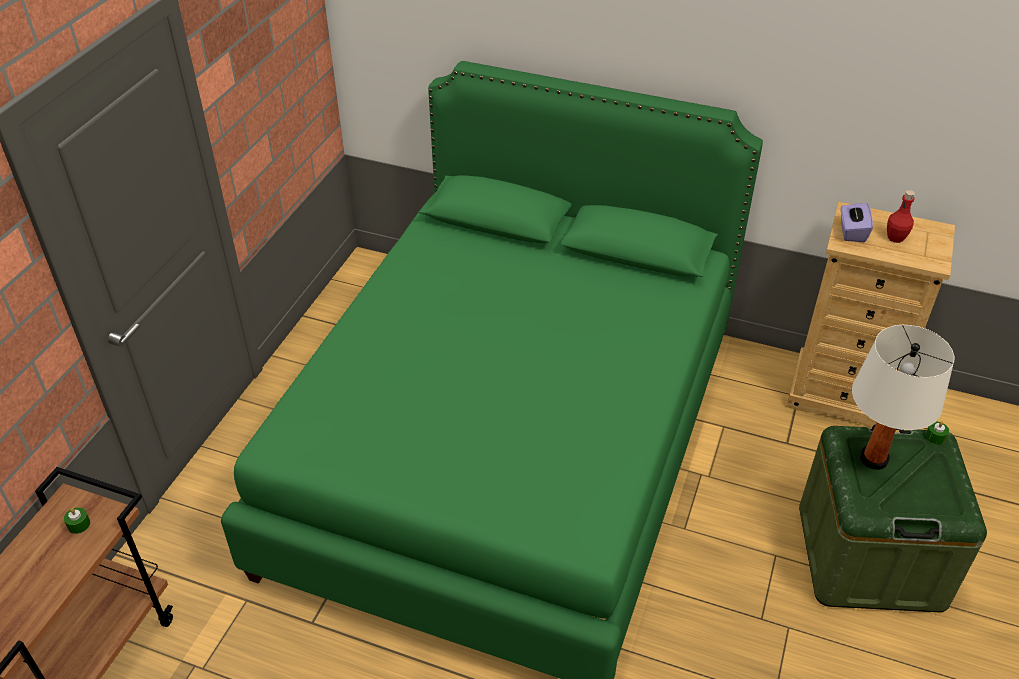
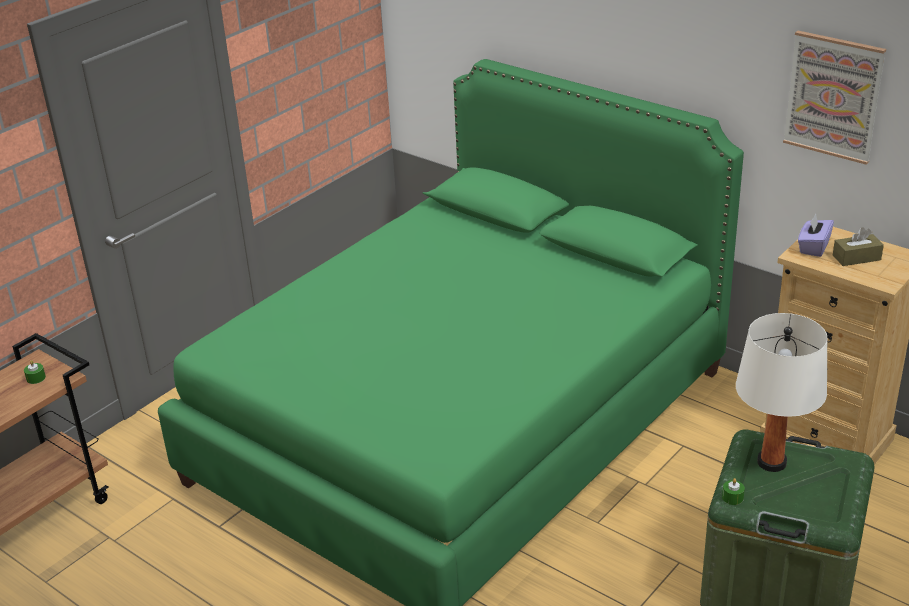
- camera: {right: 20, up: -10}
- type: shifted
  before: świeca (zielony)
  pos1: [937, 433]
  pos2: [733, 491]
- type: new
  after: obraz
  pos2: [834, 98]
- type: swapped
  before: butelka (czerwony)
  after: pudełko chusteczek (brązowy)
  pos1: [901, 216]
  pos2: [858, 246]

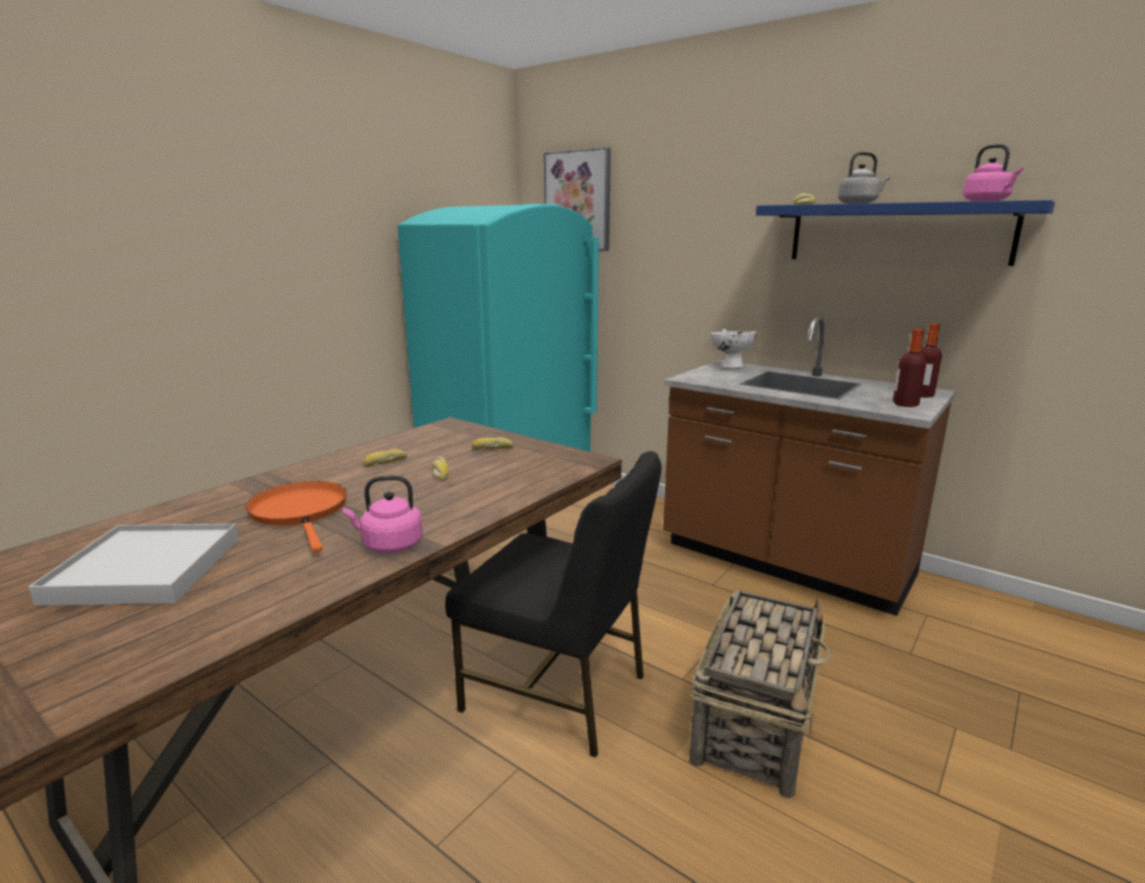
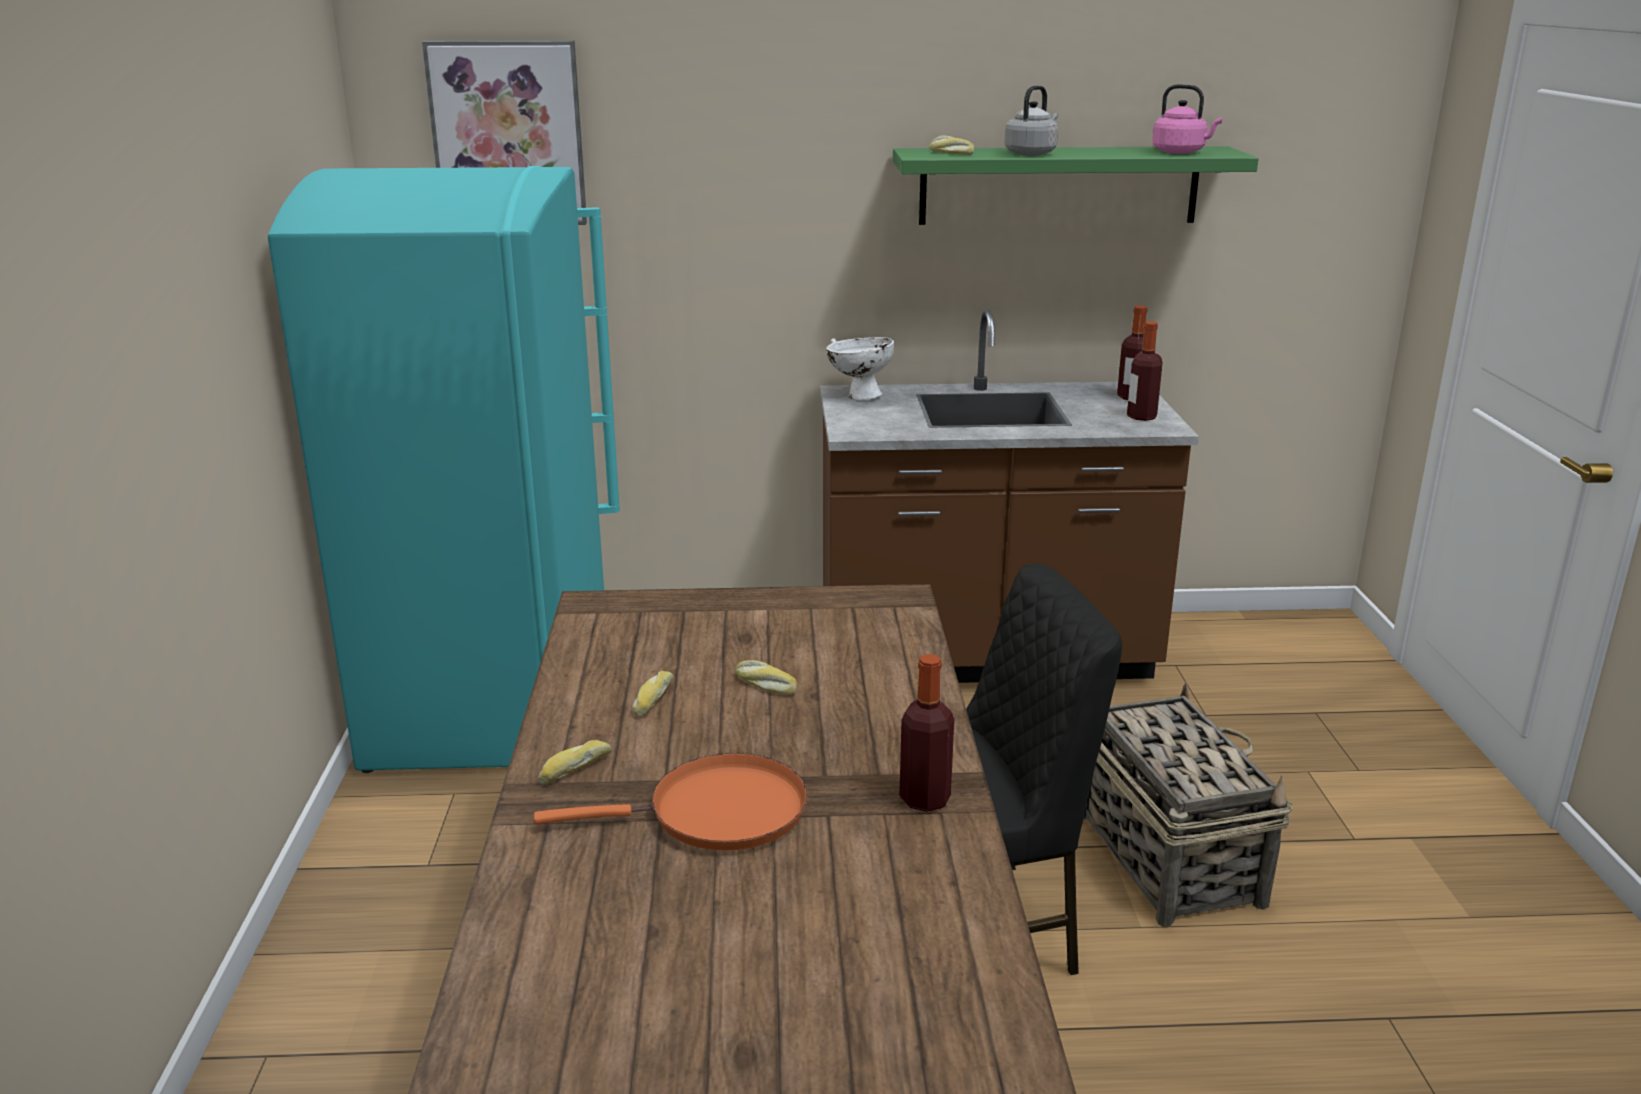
- camera: {right: -40, up: 5}
- type: rotated
  before: patelnia (pomarańczowy)
  pos1: [296, 516]
  pos2: [671, 802]
  turn: 150
- type: shifted
  before: chleb
  pos1: [493, 443]
  pos2: [575, 762]
- type: repainted
  before: półka (niebieski)
  after: półka (zielony)
  pos1: [905, 233]
  pos2: [1076, 185]
- type: swapped
  before: czajnik (różowy)
  after: butelka
  pos1: [383, 514]
  pos2: [926, 733]
- type: gone
  before: taca (biały)
  pos1: [134, 565]

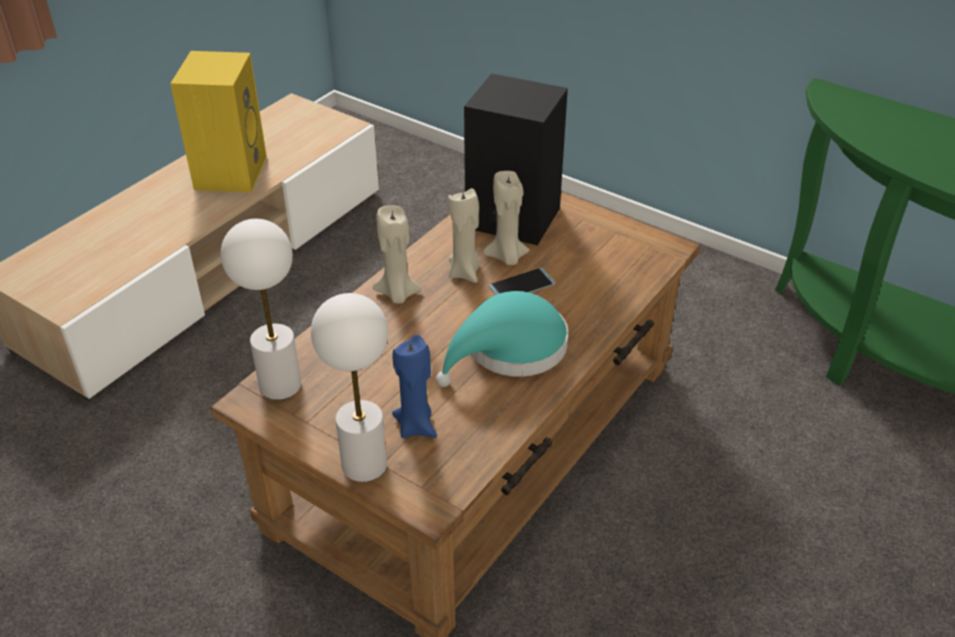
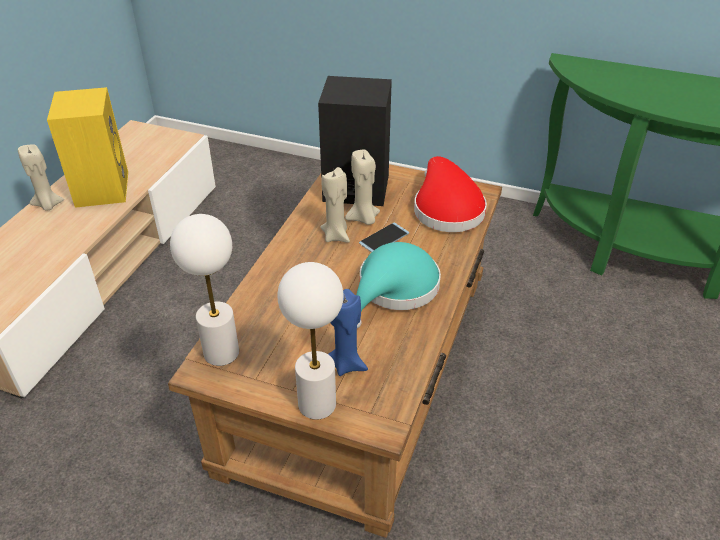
- camera: {right: -15, up: 0}
- type: shifted
  before: świeca (beżowy)
  pos1: [397, 255]
  pos2: [41, 177]
- type: new
  after: kapelusz (czerwony)
  pos2: [450, 194]

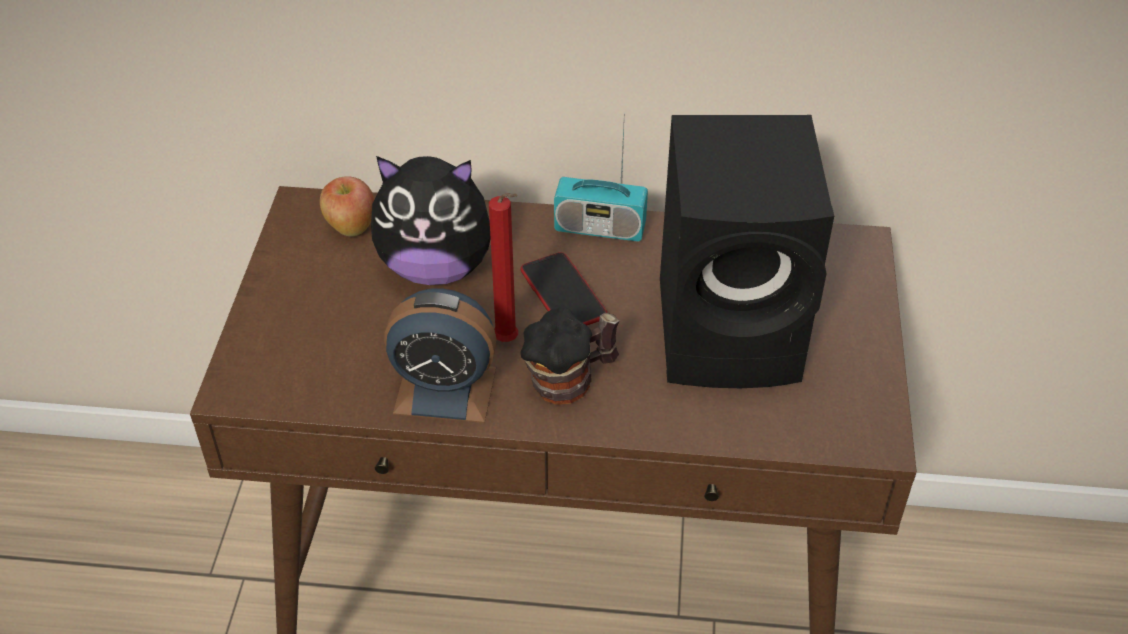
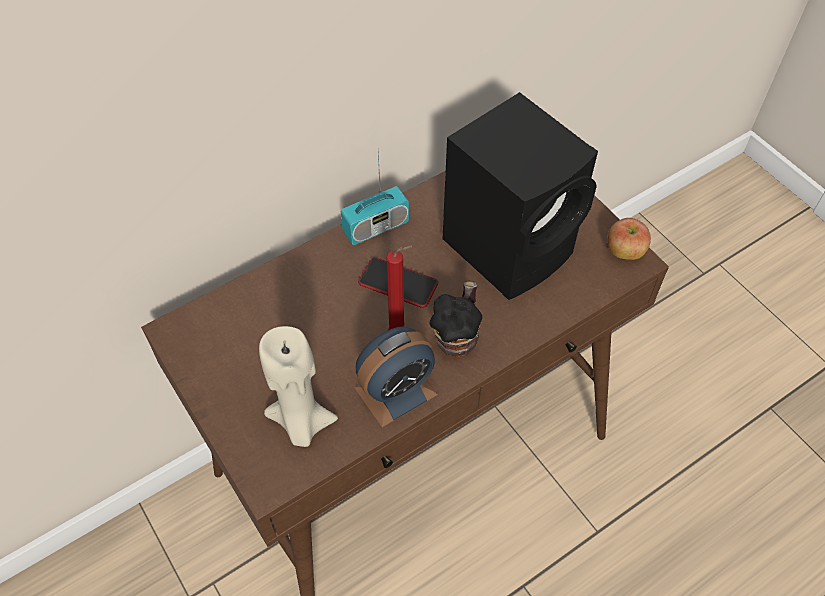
- camera: {right: -40, up: 10}
- type: new
  after: świeca (beżowy)
  pos2: [298, 386]
- type: shifted
  before: jabłko
  pos1: [347, 206]
  pos2: [629, 239]
- type: gone
  before: pluszak
  pos1: [431, 220]

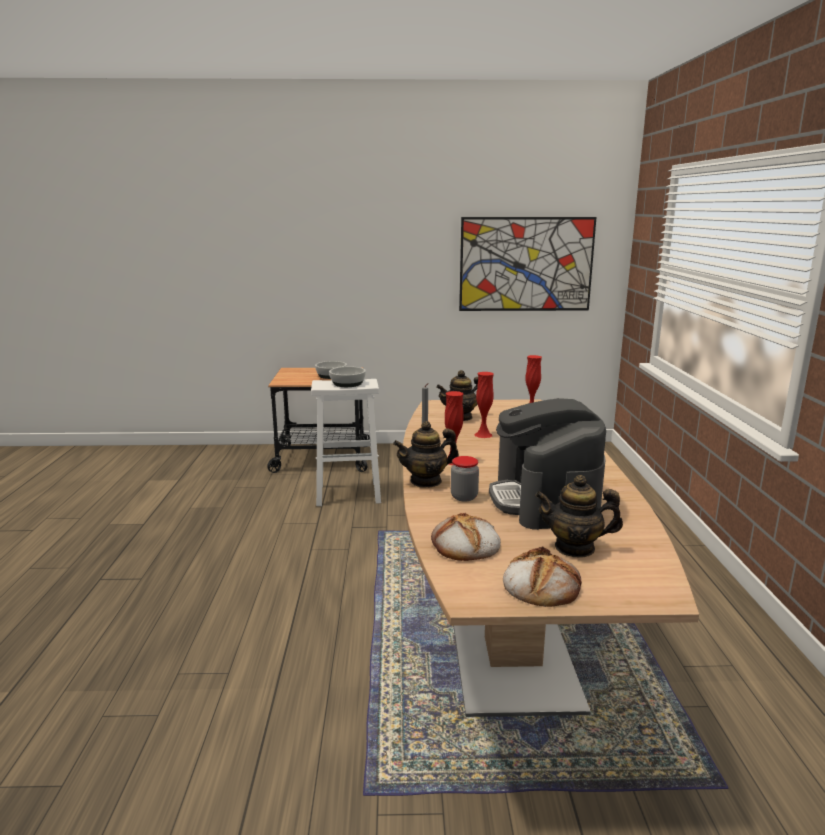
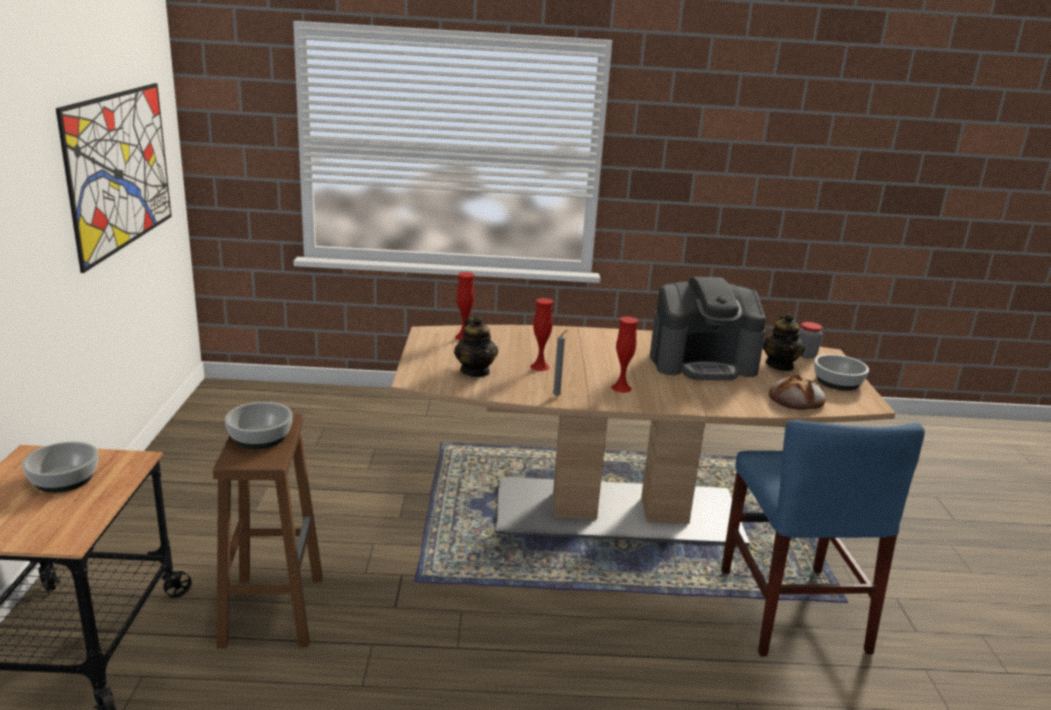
- camera: {right: -90, up: 5}
- type: repainted
  before: stołek (biały)
  after: stołek (brązowy)
  pos1: [346, 442]
  pos2: [268, 531]
- type: new
  after: krzesło (niebieski)
  pos2: [823, 538]
- type: shifted
  before: słoik
  pos1: [465, 479]
  pos2: [810, 340]
- type: swapped
  before: chleb
  after: miska
  pos1: [542, 576]
  pos2: [841, 372]
- type: gone
  before: imbryk
  pos1: [426, 454]

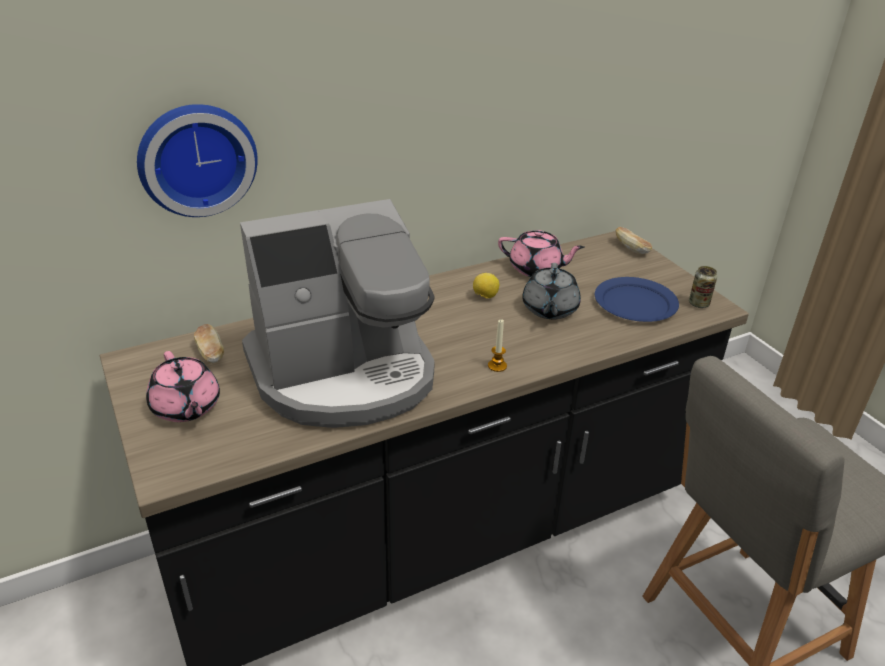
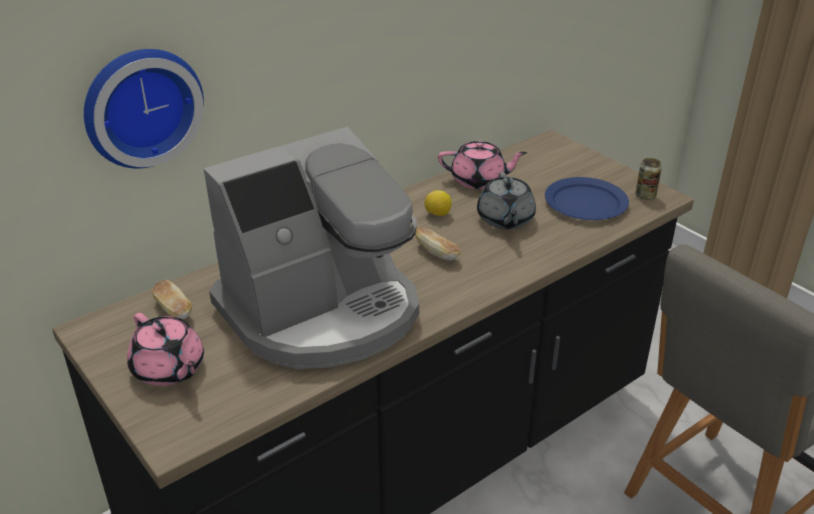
- camera: {right: -10, up: 0}
- type: shifted
  before: chleb
  pos1: [634, 240]
  pos2: [437, 243]
- type: gone
  before: świeca
  pos1: [497, 345]

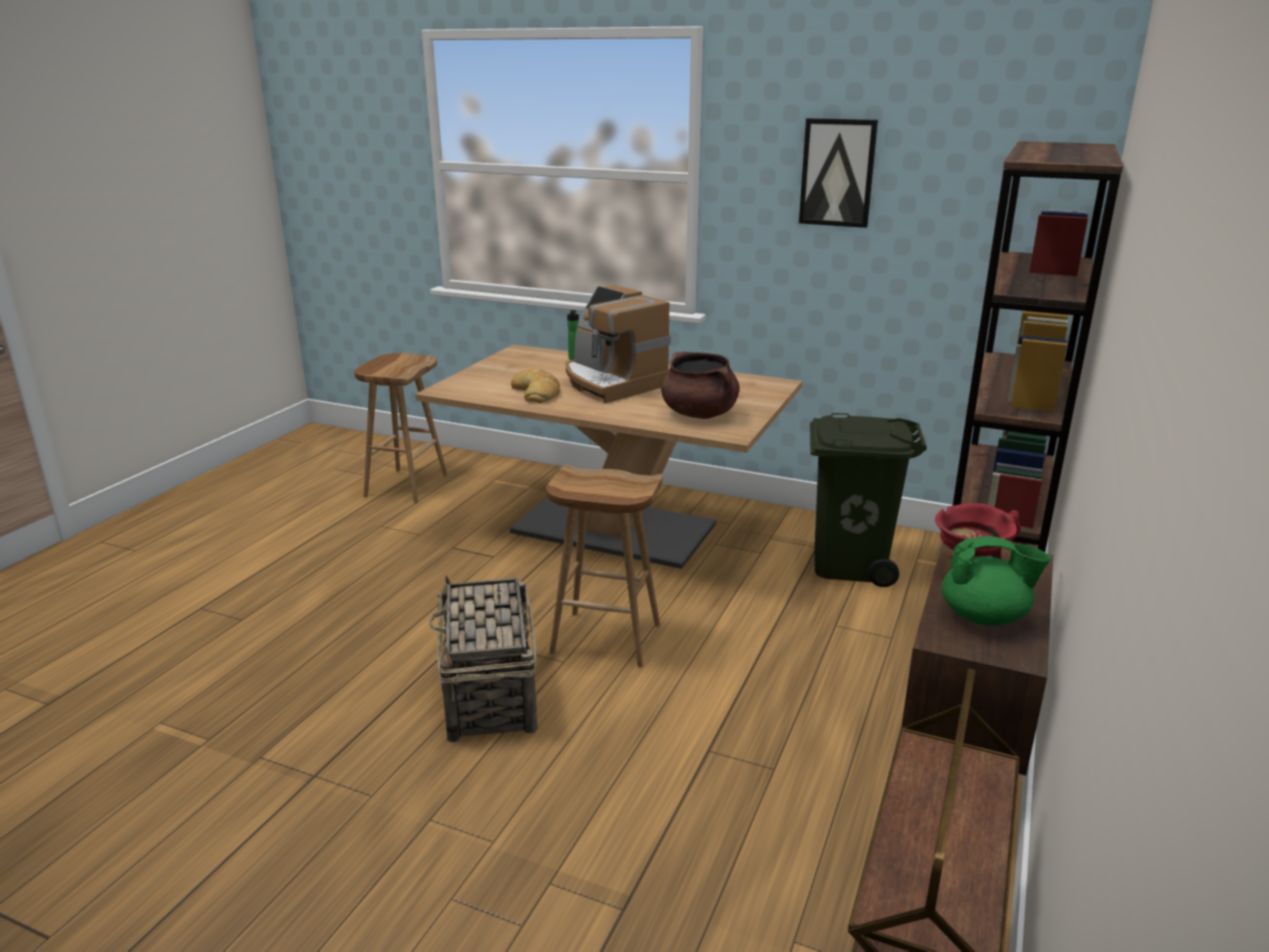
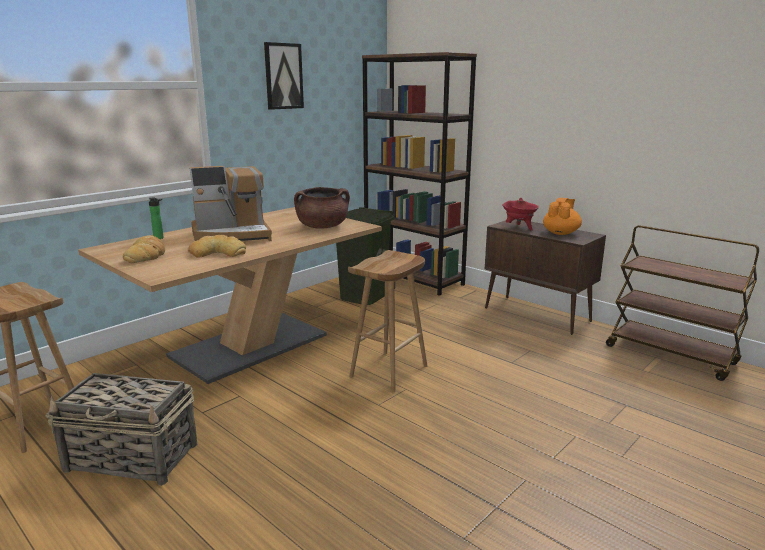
- camera: {right: -70, up: -5}
- type: shifted
  before: koszyk
  pos1: [483, 658]
  pos2: [121, 429]
- type: new
  after: chleb
  pos2: [144, 249]
- type: repainted
  before: imbryk (zielony)
  after: imbryk (pomarańczowy)
  pos1: [996, 580]
  pos2: [562, 216]

